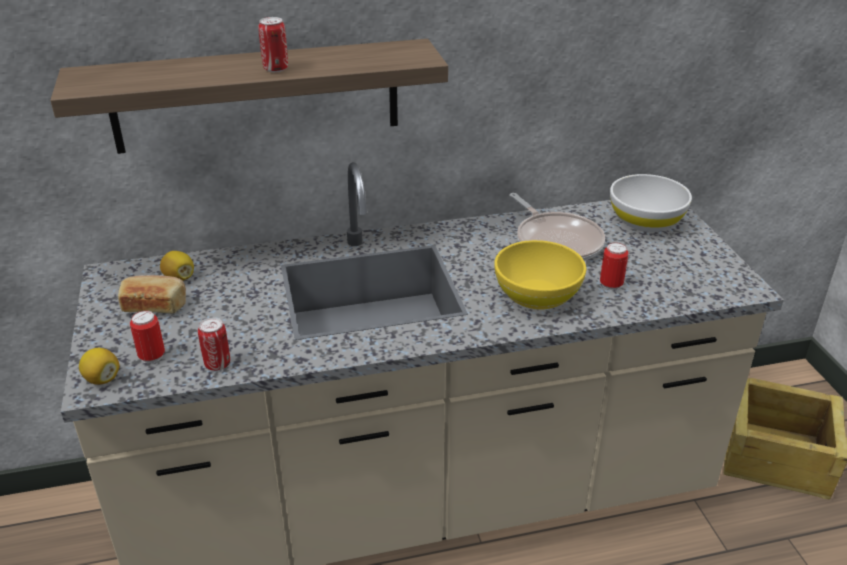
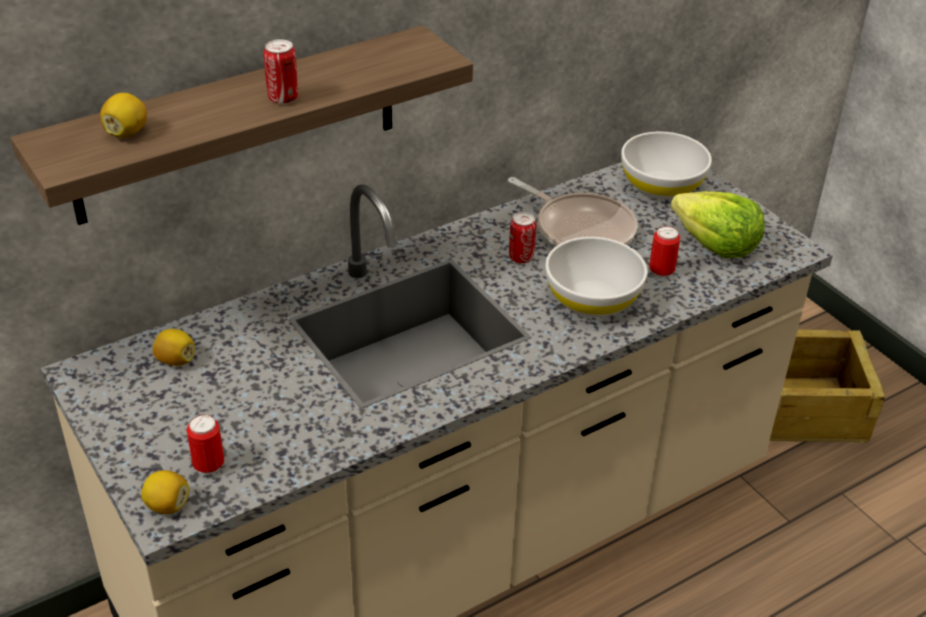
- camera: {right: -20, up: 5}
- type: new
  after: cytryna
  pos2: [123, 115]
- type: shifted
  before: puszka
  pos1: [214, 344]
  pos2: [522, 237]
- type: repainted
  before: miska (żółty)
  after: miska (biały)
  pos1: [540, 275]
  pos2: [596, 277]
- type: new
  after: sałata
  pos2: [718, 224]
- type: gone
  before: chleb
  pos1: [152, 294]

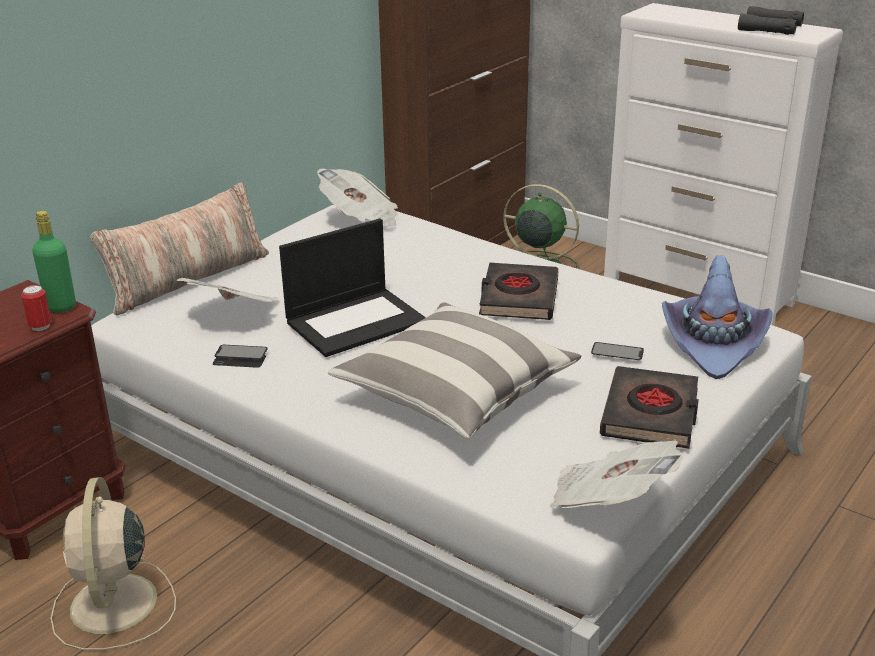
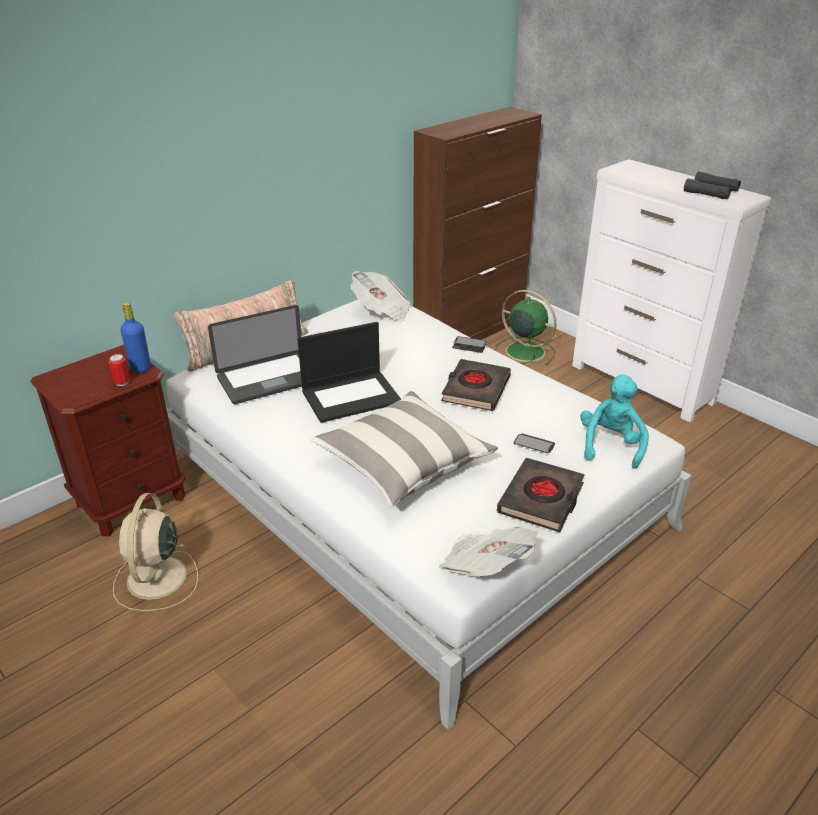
- camera: {right: 10, up: 5}
- type: repainted
  before: butelka (zielony)
  after: butelka (niebieski)
  pos1: [54, 261]
  pos2: [136, 337]
- type: swapped
  before: gazeta
  after: laptop
  pos1: [227, 290]
  pos2: [255, 354]
- type: shifted
  before: telefon
  pos1: [240, 356]
  pos2: [469, 344]
- type: swapped
  before: kapelusz (fioletowy)
  after: pluszak (turkusowy)
  pos1: [717, 317]
  pos2: [614, 422]

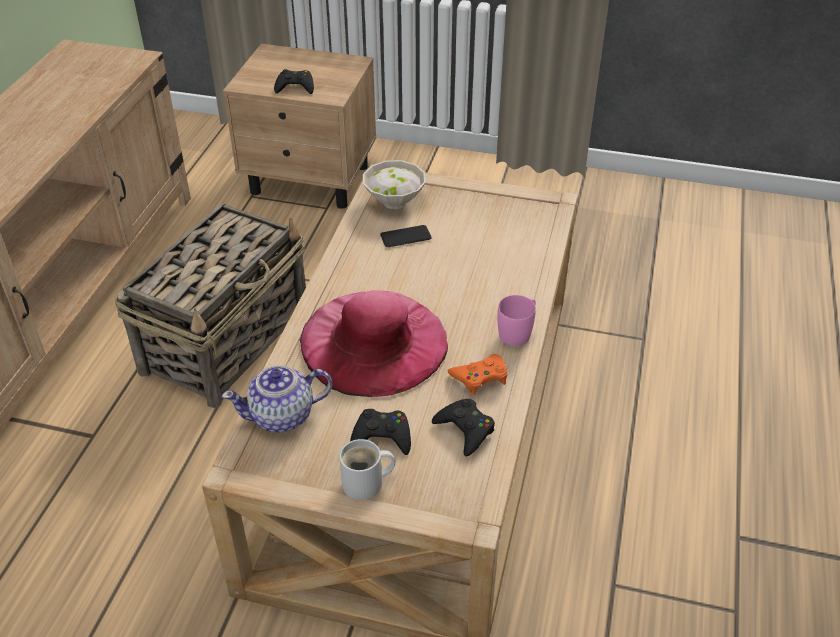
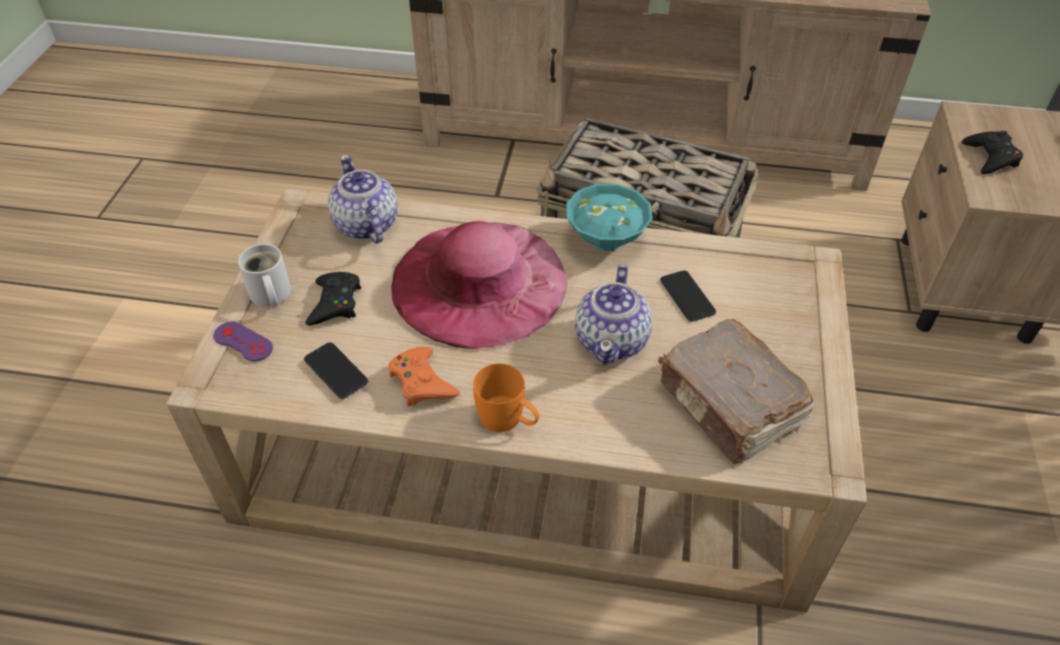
- camera: {right: 85, up: 5}
- type: new
  after: pad do gier (fioletowy)
  pos2: [243, 341]
- type: swapped
  before: pad do gier (czarny)
  after: telefon
  pos1: [463, 428]
  pos2: [336, 370]
- type: repainted
  before: kubek (różowy)
  after: kubek (pomarańczowy)
  pos1: [517, 320]
  pos2: [506, 397]
- type: new
  after: miska (turkusowy)
  pos2: [609, 217]
- type: new
  after: imbryk
  pos2: [613, 315]
- type: new
  after: książka (brązowy)
  pos2: [736, 391]
- type: gone
  before: miska (biały)
  pos1: [394, 184]

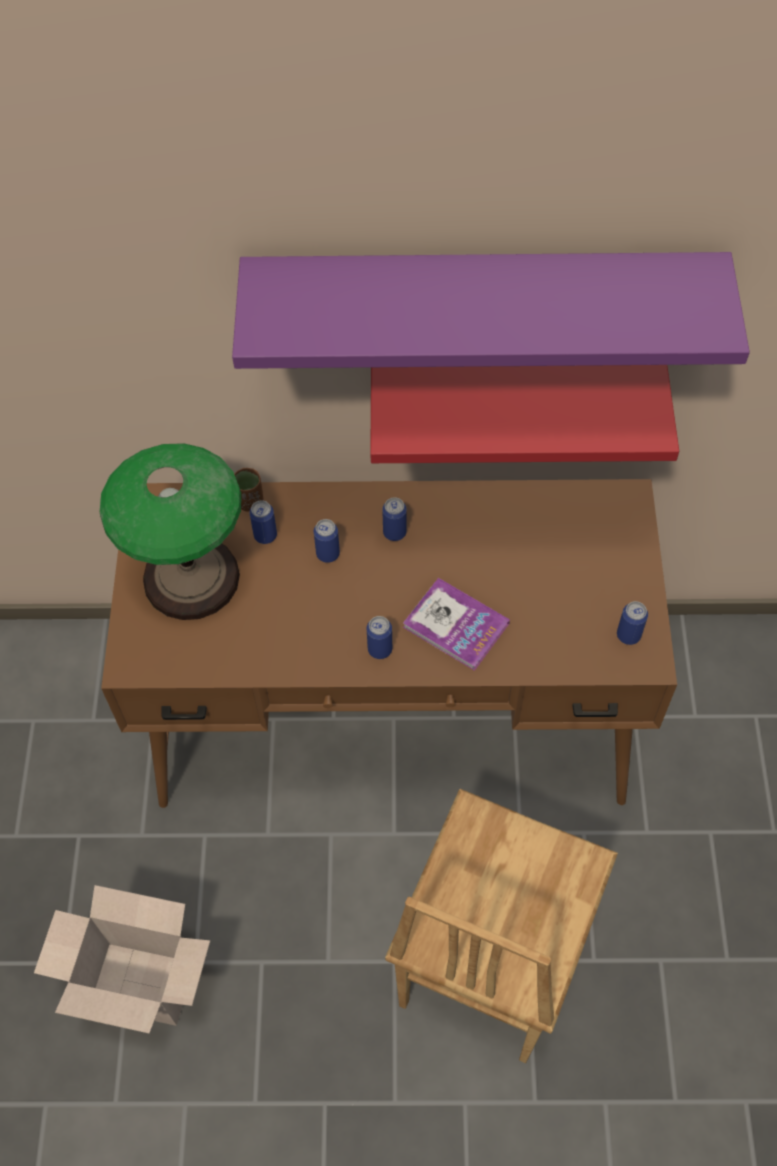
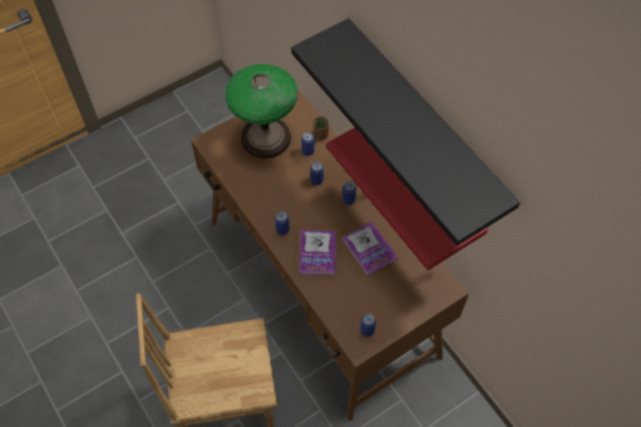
- camera: {right: 55, up: 0}
- type: repainted
  before: półka (fioletowy)
  after: półka (czarny)
  pos1: [491, 310]
  pos2: [405, 132]
- type: new
  after: książka
  pos2: [370, 249]
- type: gone
  before: karton
  pos1: [122, 959]

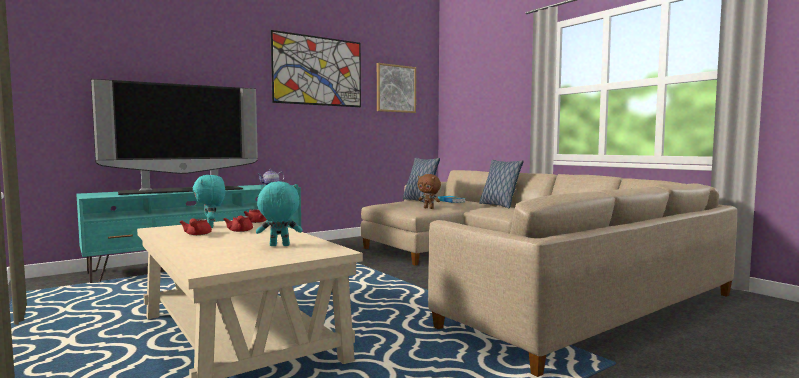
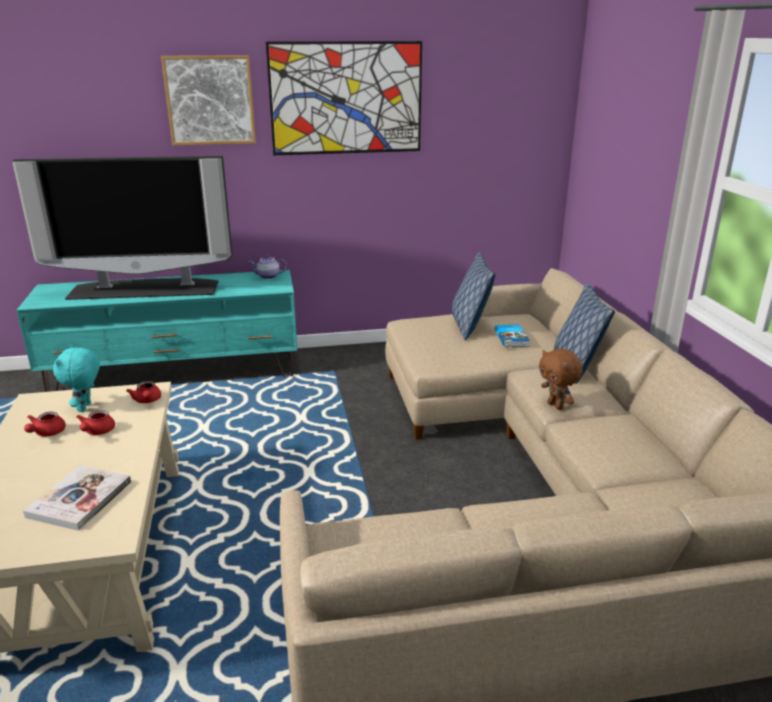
- camera: {right: 25, up: 20}
- type: swapped
  before: pluszak (turkusowy)
  after: książka
  pos1: [279, 213]
  pos2: [77, 498]
- type: shifted
  before: obraz
  pos1: [396, 88]
  pos2: [208, 100]
- type: shifted
  before: pluszak (brązowy)
  pos1: [429, 191]
  pos2: [561, 379]

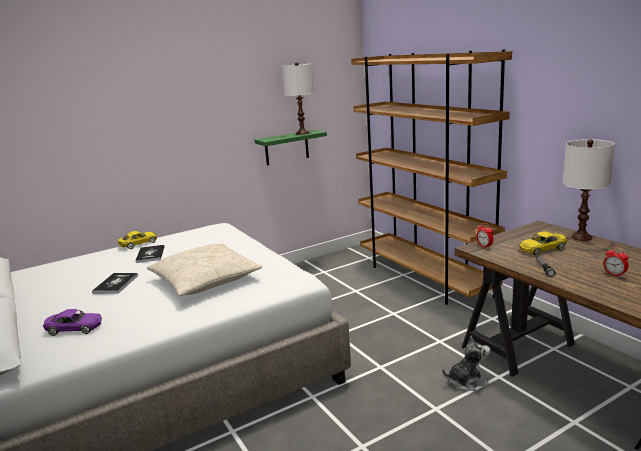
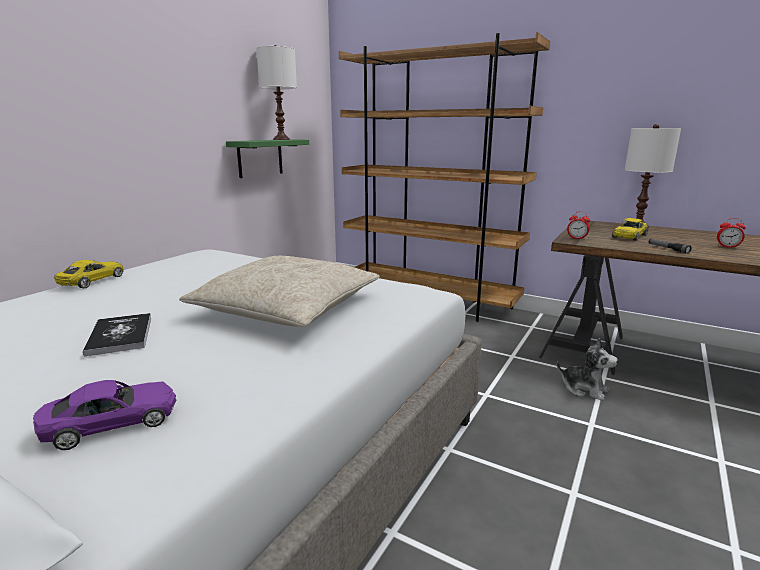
- camera: {right: -30, up: 0}
- type: rotated
  before: pluszak
  pos1: [466, 363]
  pos2: [587, 369]
  turn: 75
- type: gone
  before: książka
  pos1: [149, 254]

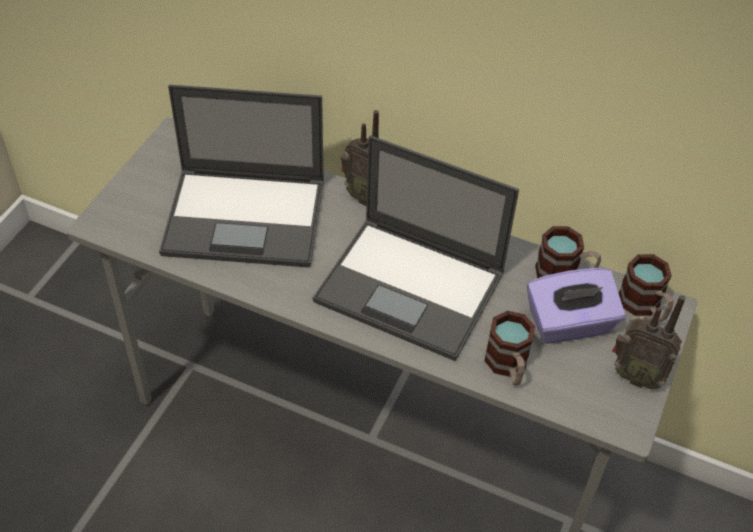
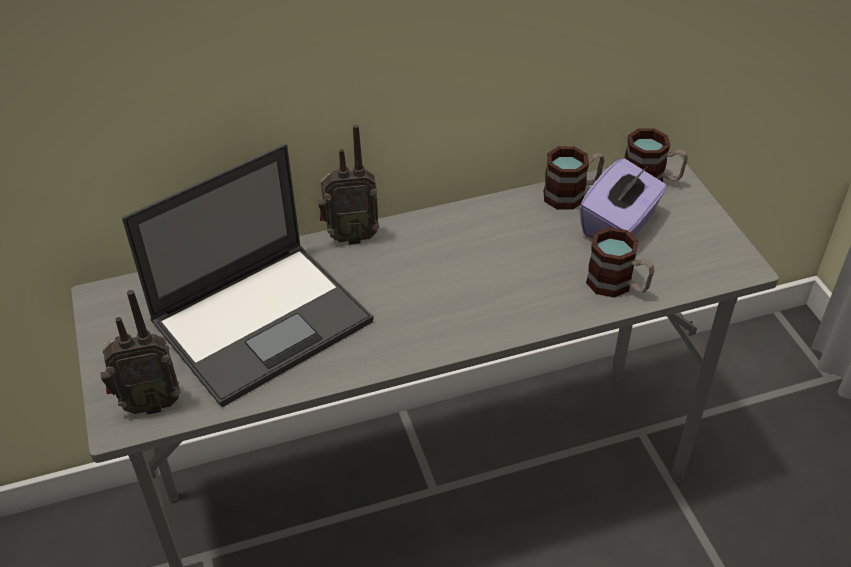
- camera: {right: -40, up: -5}
- type: shifted
  before: radio
  pos1: [648, 342]
  pos2: [140, 352]
- type: gone
  before: laptop
  pos1: [416, 248]

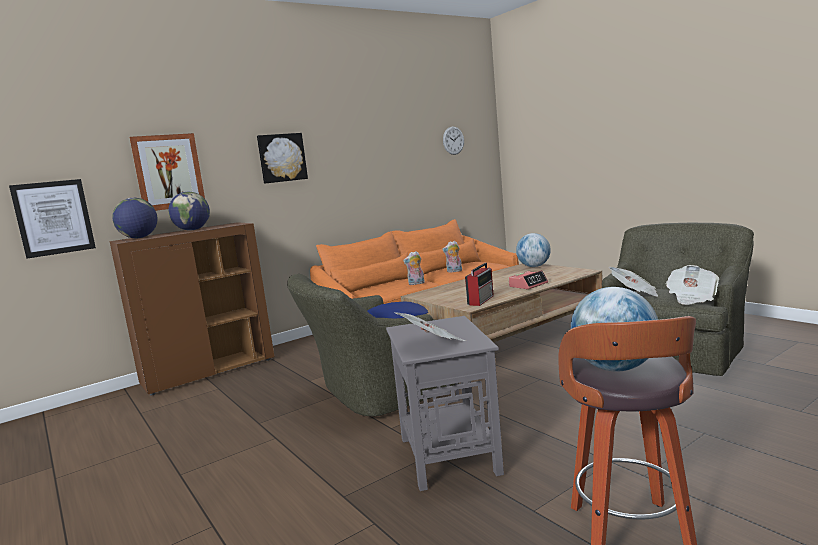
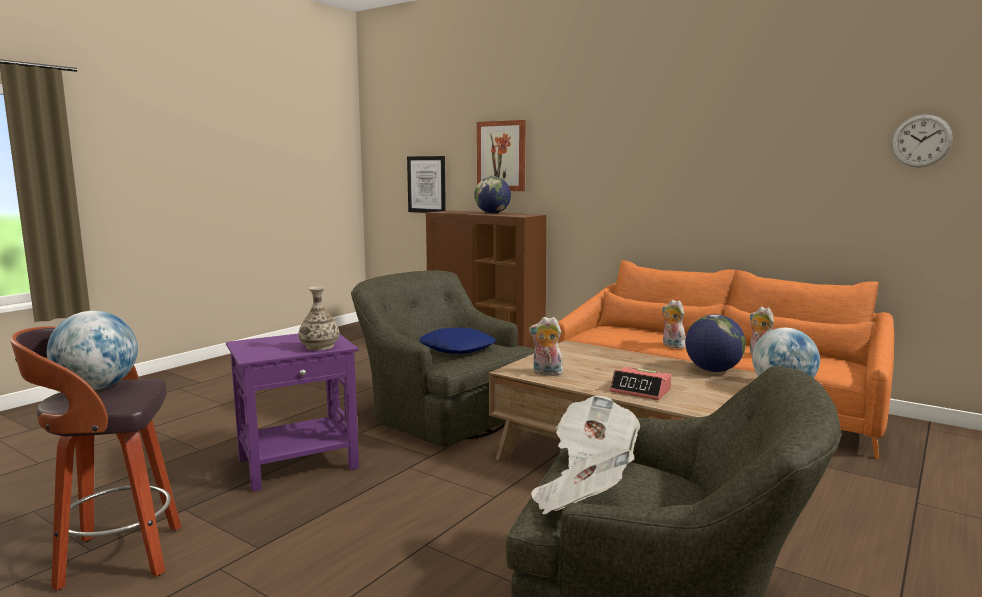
- camera: {right: 70, up: 0}
- type: repainted
  before: stolik (szary)
  after: stolik (fioletowy)
  pos1: [445, 403]
  pos2: [292, 412]
- type: new
  after: wazon
  pos2: [319, 318]
- type: swapped
  before: radio
  after: pluszak
  pos1: [479, 284]
  pos2: [547, 346]
- type: shifted
  before: globus
  pos1: [135, 218]
  pos2: [715, 343]
- type: gone
  before: obraz
  pos1: [282, 158]
- type: gone
  before: gazeta
  pos1: [429, 326]

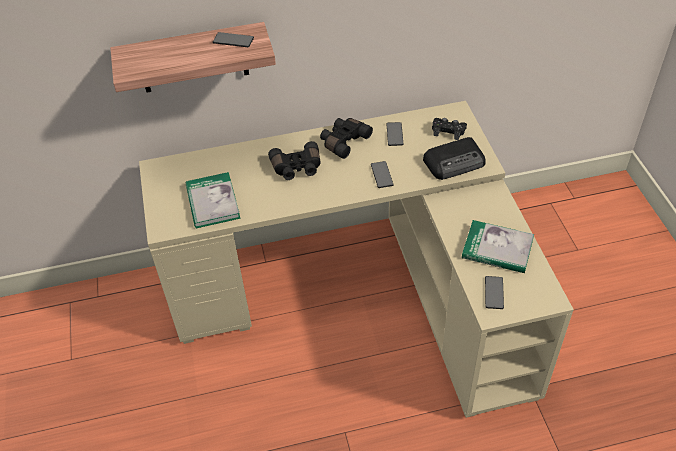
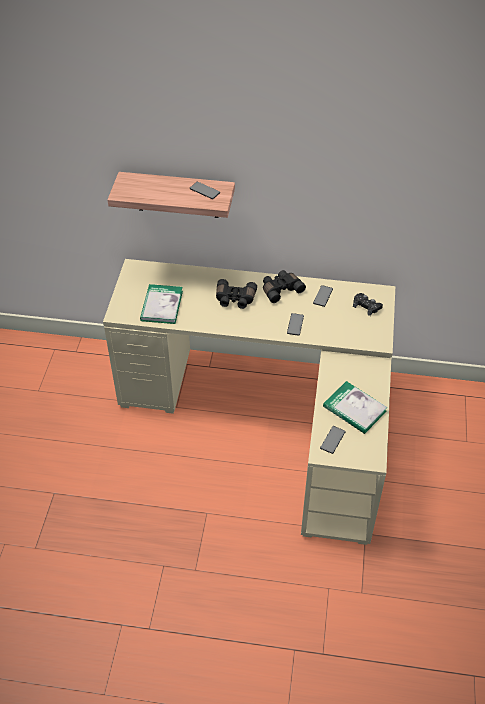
- camera: {right: 20, up: 0}
- type: gone
  before: radio
  pos1: [454, 158]

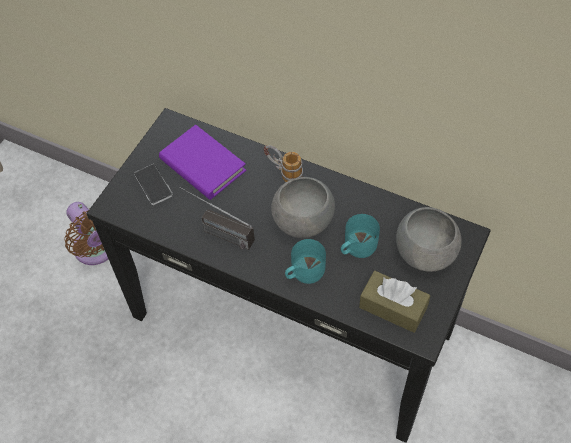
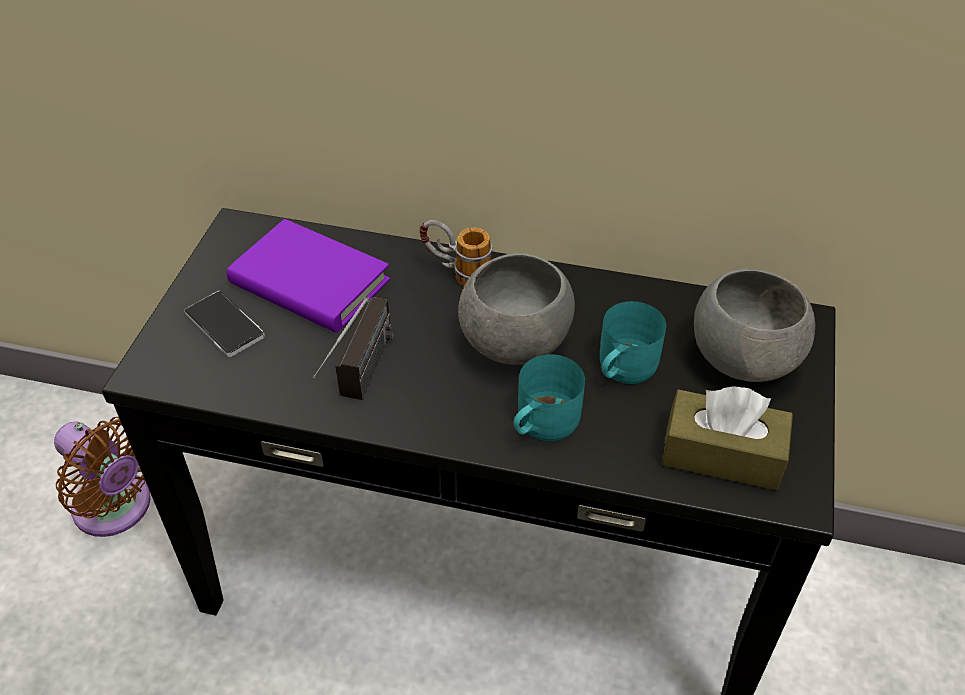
- camera: {right: -15, up: -10}
- type: rotated
  before: radio
  pos1: [217, 218]
  pos2: [353, 348]
  turn: -90

